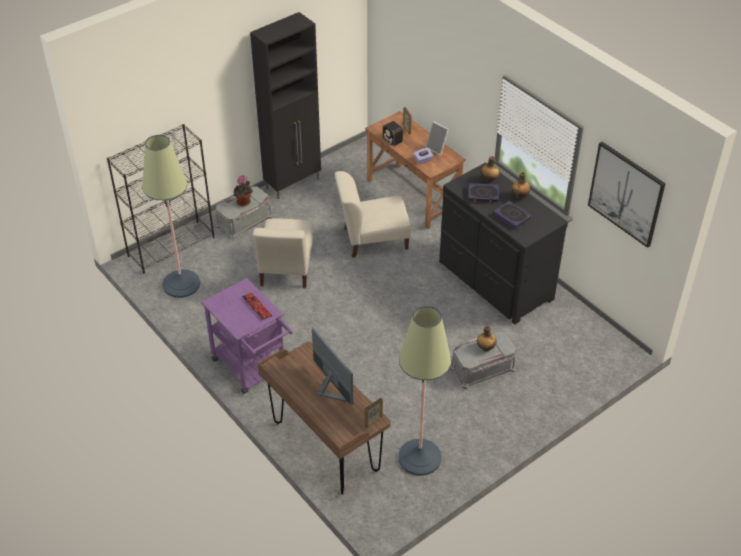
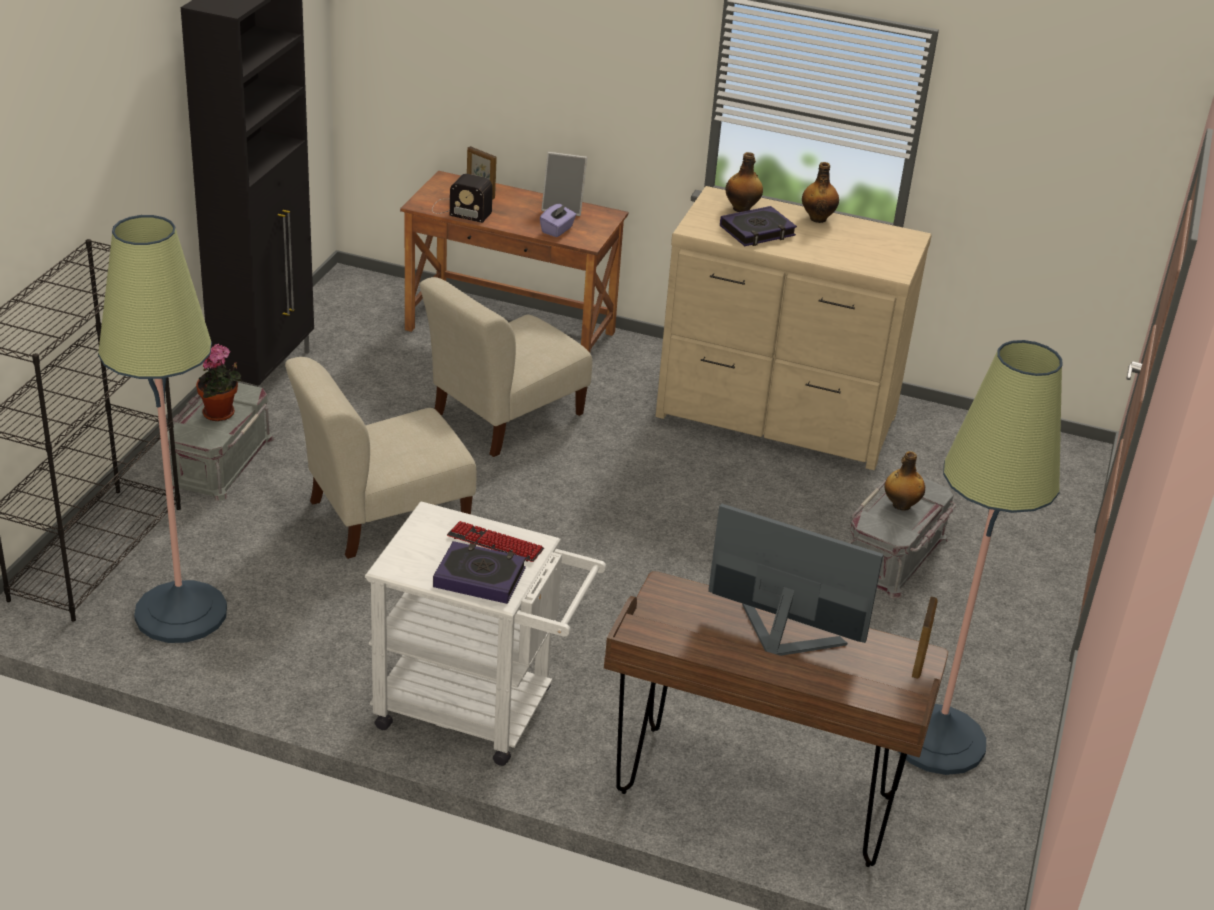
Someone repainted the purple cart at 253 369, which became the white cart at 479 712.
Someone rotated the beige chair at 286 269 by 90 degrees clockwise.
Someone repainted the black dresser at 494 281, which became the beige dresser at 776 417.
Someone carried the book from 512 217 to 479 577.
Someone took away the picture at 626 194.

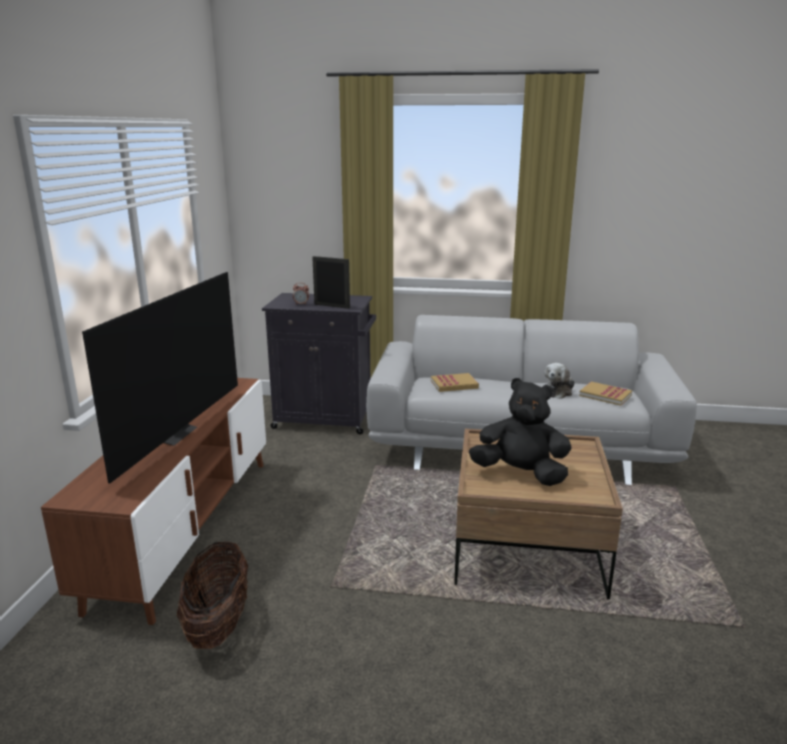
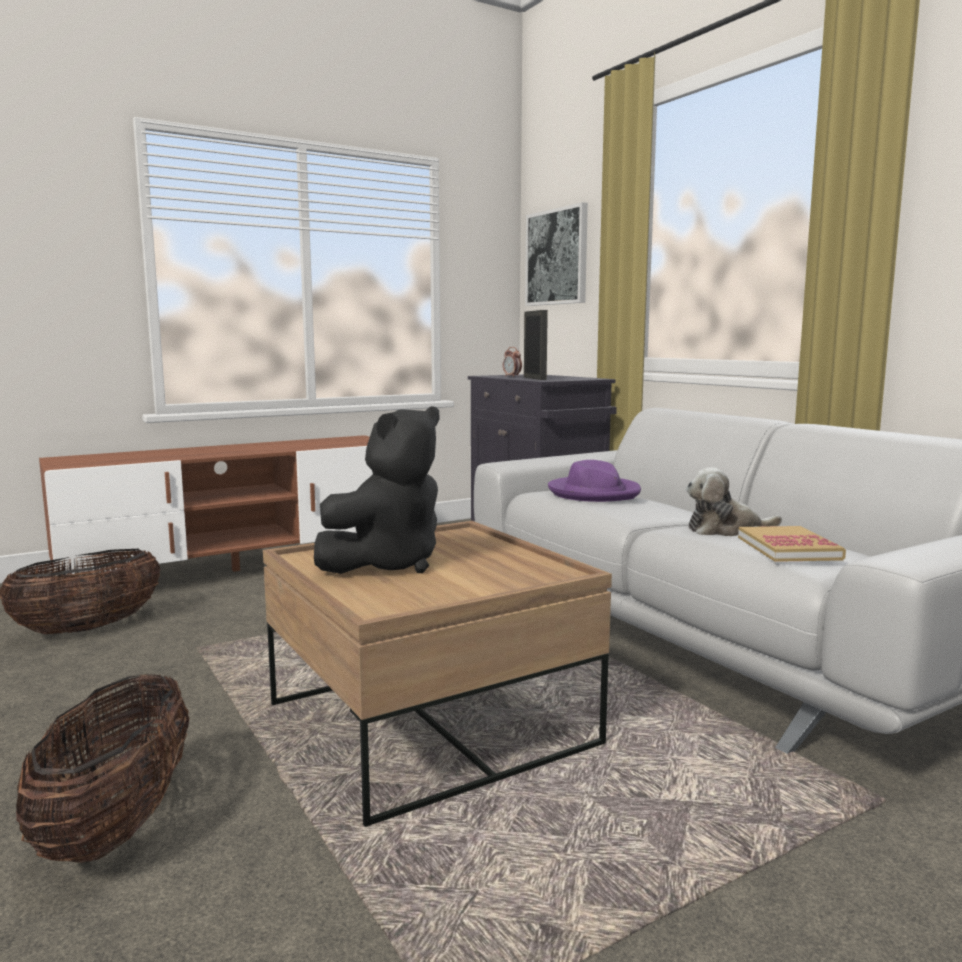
Someone took away the television at 173 434.
Someone swapped the book at 454 384 for the purple hat at 594 493.
Someone rotated the black plush toy at 520 474 by 60 degrees clockwise.
Someone put down the basket at 117 825.
Someone put up the picture at 557 257.

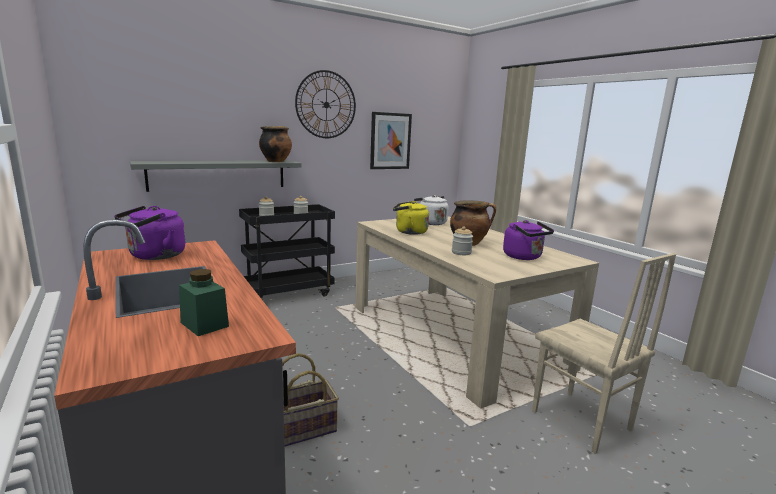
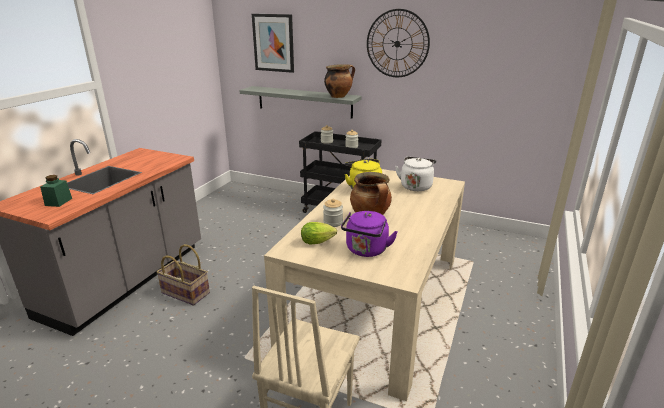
Someone took away the purple kettle at 154 256.
Someone carried the picture from 390 141 to 273 43.
Someone put down the lettuce at 319 242.

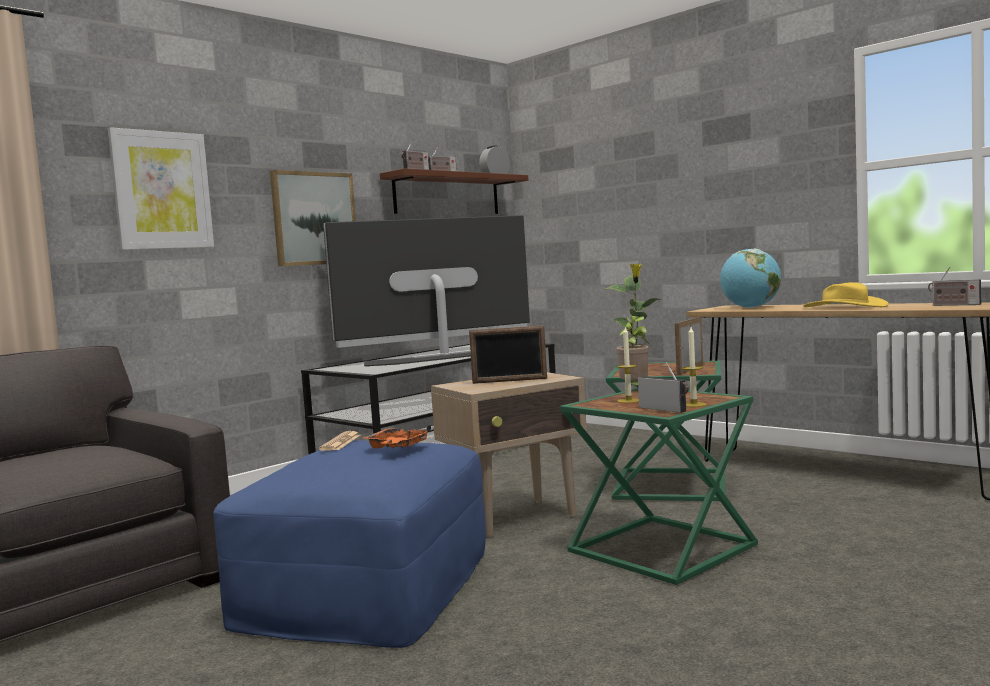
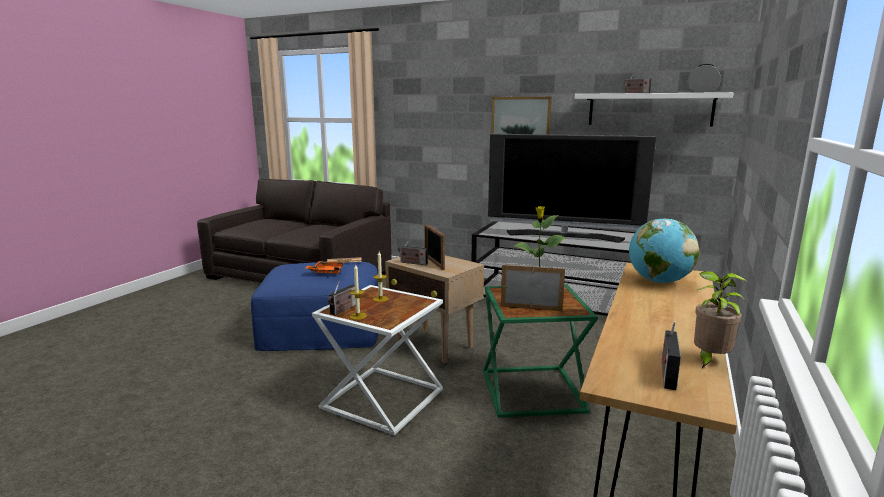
Someone took away the picture at 162 190.
Someone rotated the television at 441 357 by 150 degrees clockwise.
Someone repainted the brown shelf at 447 195, which became the white shelf at 649 109.
Someone carried the radio from 415 169 to 412 263.
Someone repainted the green side table at 658 549, which became the white side table at 382 398.
Someone carried the potted plant from 635 390 to 709 360.
Someone took away the yellow hat at 845 307.

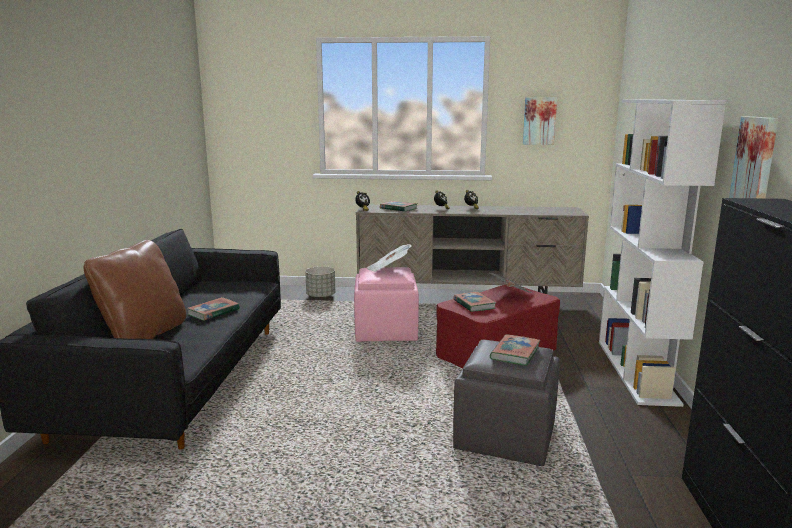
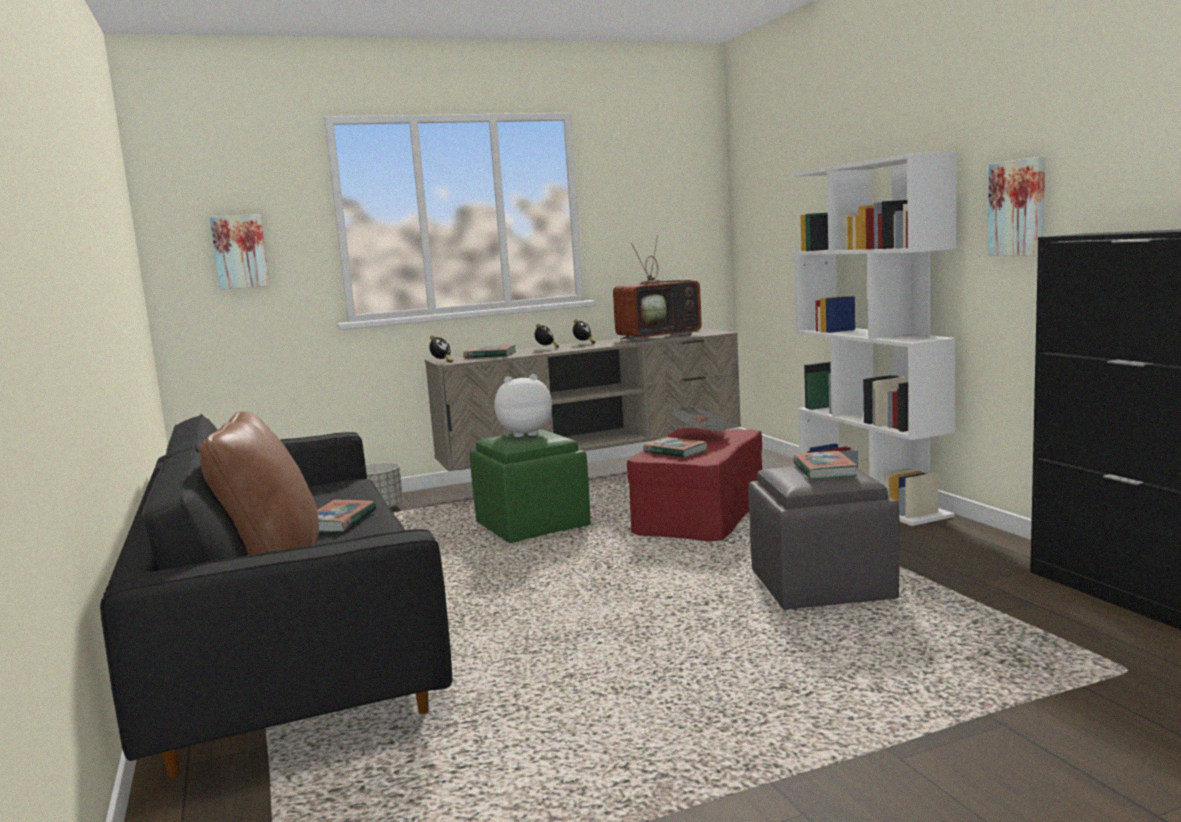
Someone repainted the pink ottoman at 386 331, which became the green ottoman at 533 526.
Someone swapped the newspaper at 388 269 for the plush toy at 525 434.
Someone carried the picture from 539 121 to 240 252.
Someone put down the television at 659 337.

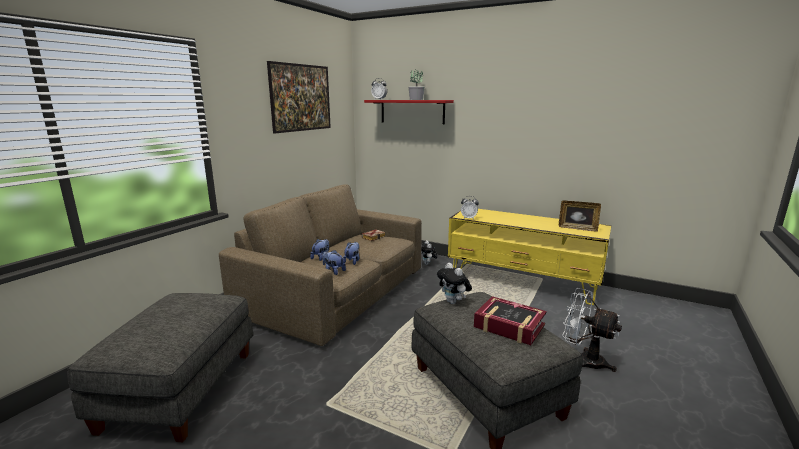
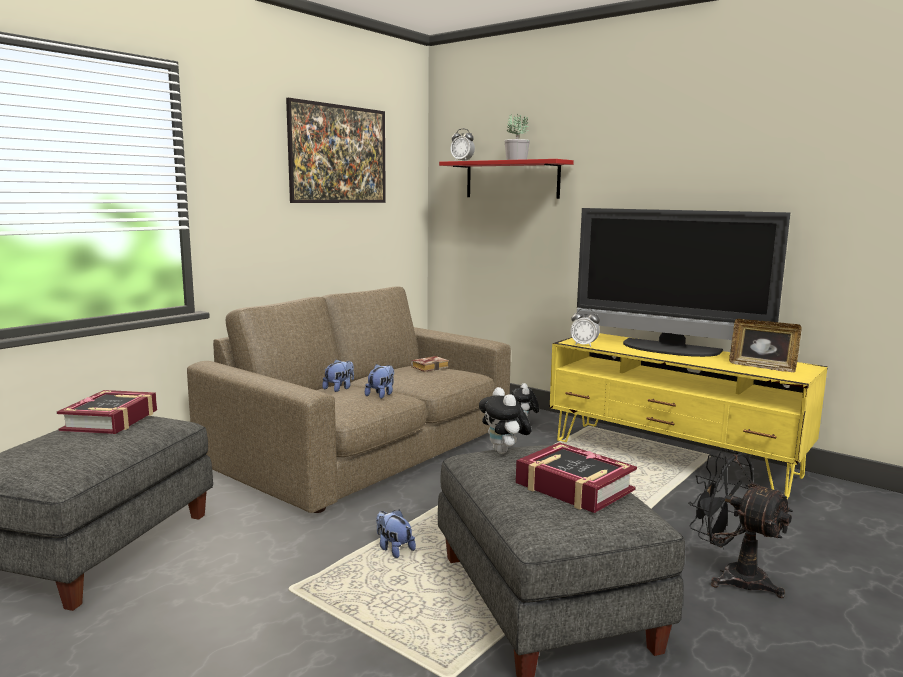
Someone carried the plush toy from 333 271 to 393 549.
Someone repainted the white fan at 584 360, which became the black fan at 732 576.
Someone put down the book at 111 420.
Someone put down the television at 669 349.

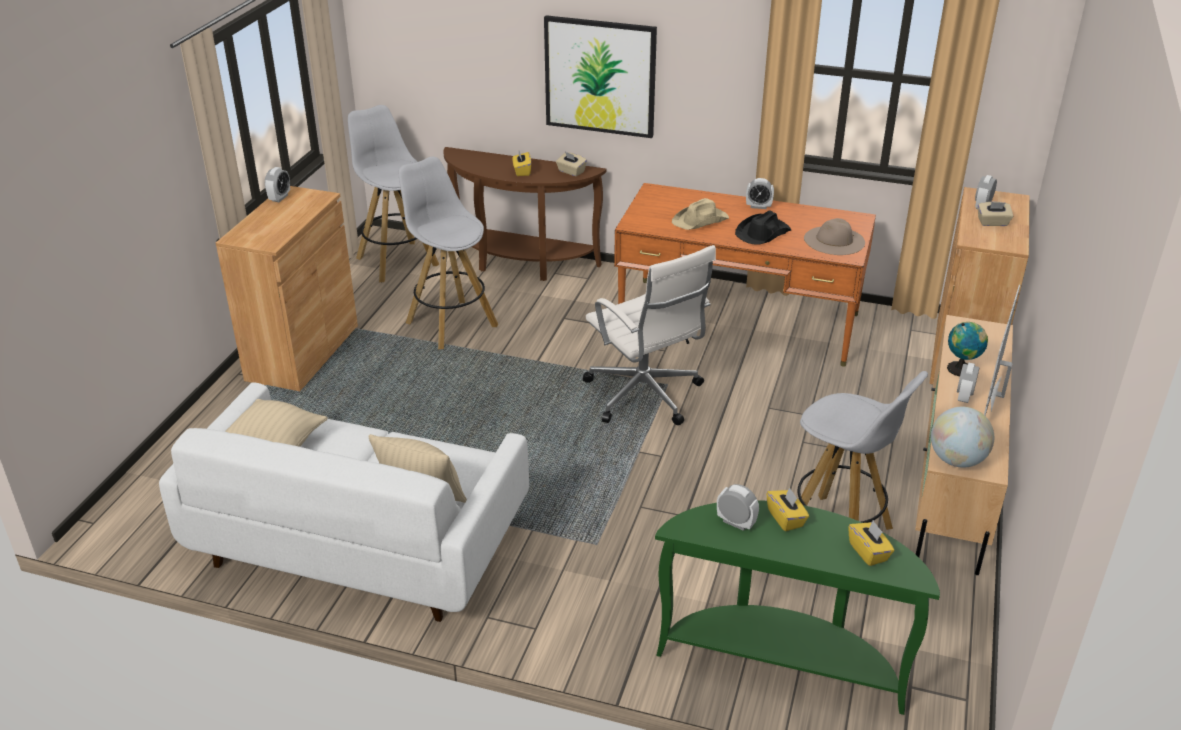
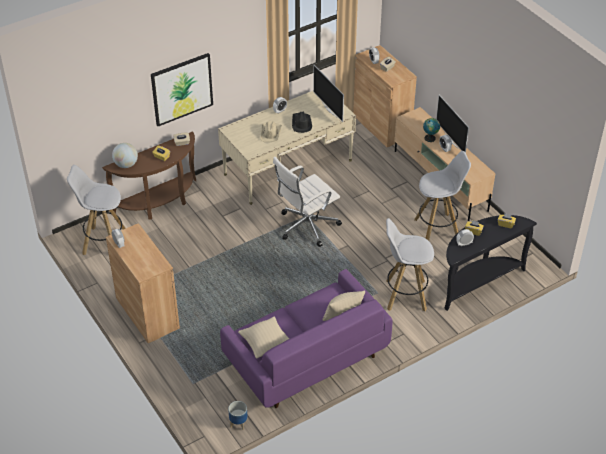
Someone repainted the white sofa at 358 541, which became the purple sofa at 306 358.
Someone carried the white stool from 450 323 to 405 295.
Someone rotated the white office chair at 645 396 by 135 degrees clockwise.
Someone repainted the orange desk at 738 321, which became the beige desk at 288 167.
Someone repainted the green console table at 782 659, which became the black console table at 477 282.
Someone swapped the beige hat at 834 240 for the television at 330 109.
Someone carried the globe from 957 460 to 126 164.
Someone put down the planter at 238 423.

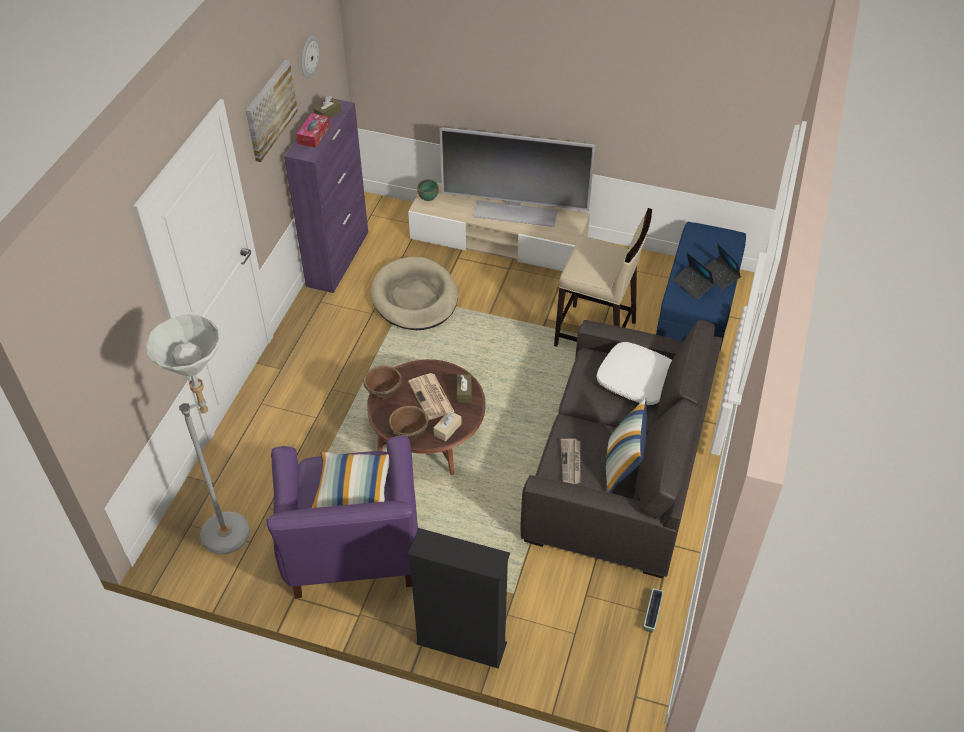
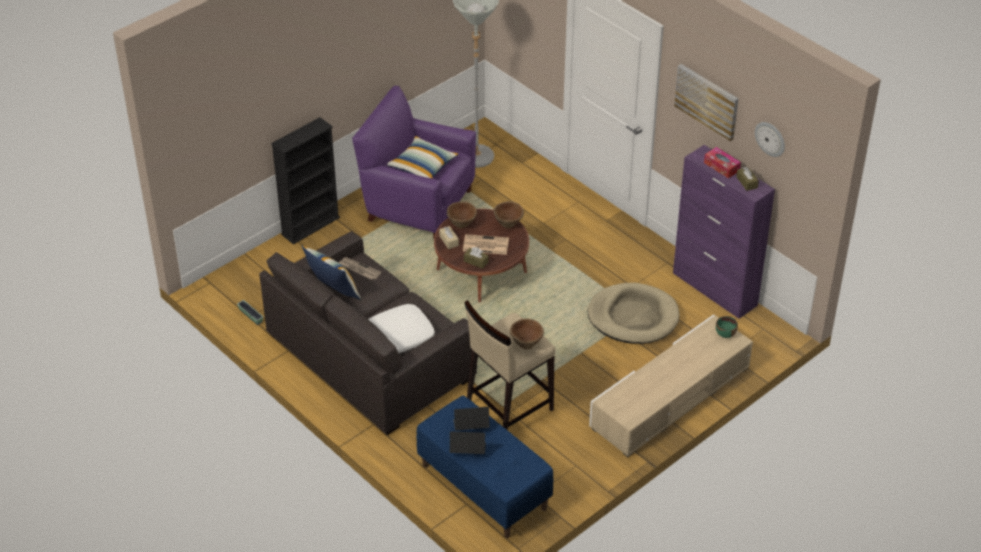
Someone took away the television at 515 212.
Someone put down the brown bowl at 526 343.

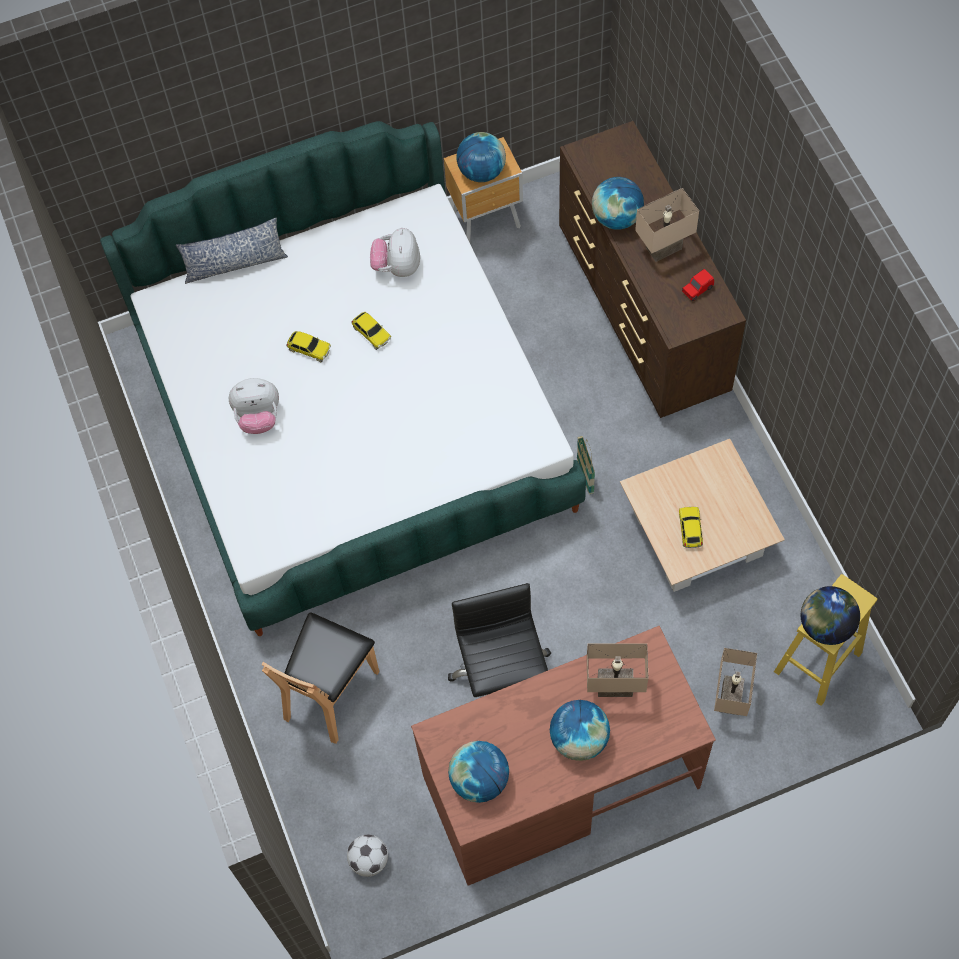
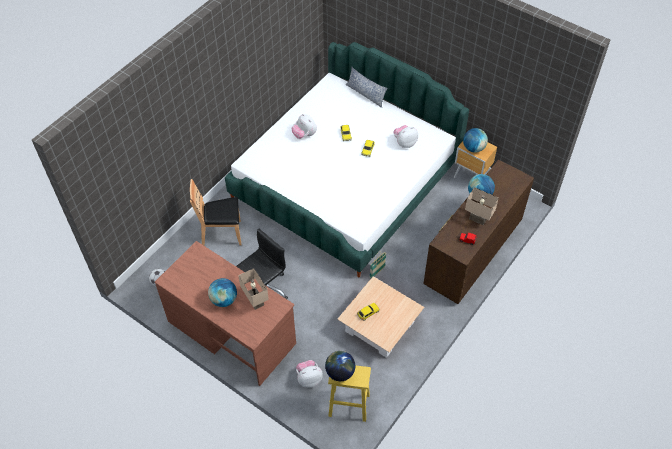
Someone took away the globe at 479 780.
Someone swapped the beige table lamp at 732 699 for the plush toy at 309 379.

